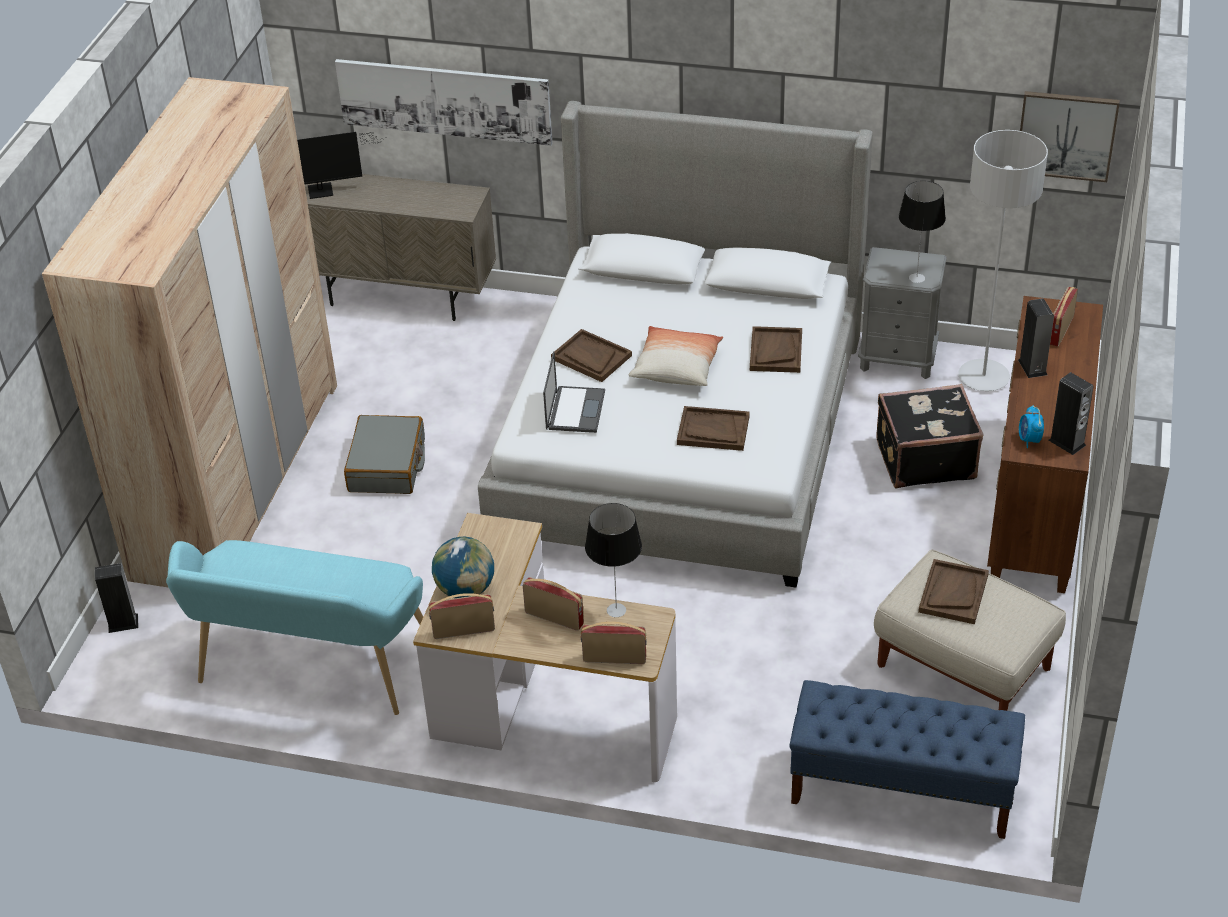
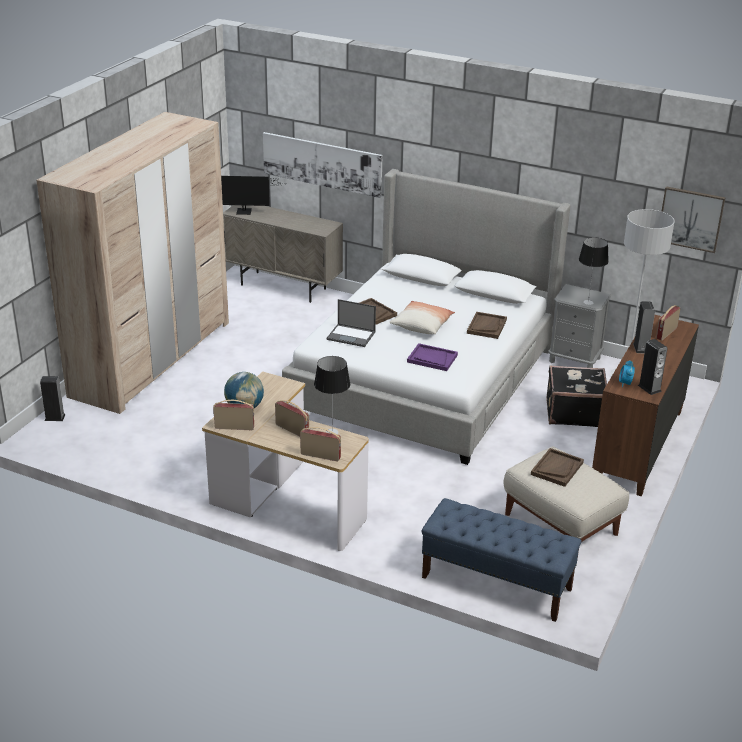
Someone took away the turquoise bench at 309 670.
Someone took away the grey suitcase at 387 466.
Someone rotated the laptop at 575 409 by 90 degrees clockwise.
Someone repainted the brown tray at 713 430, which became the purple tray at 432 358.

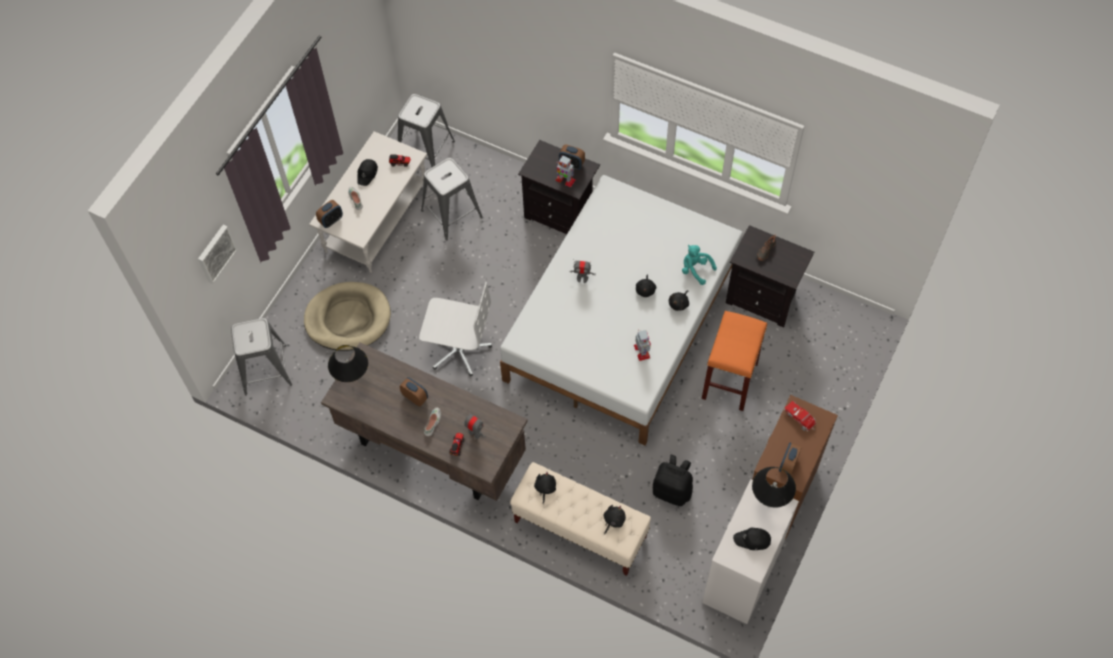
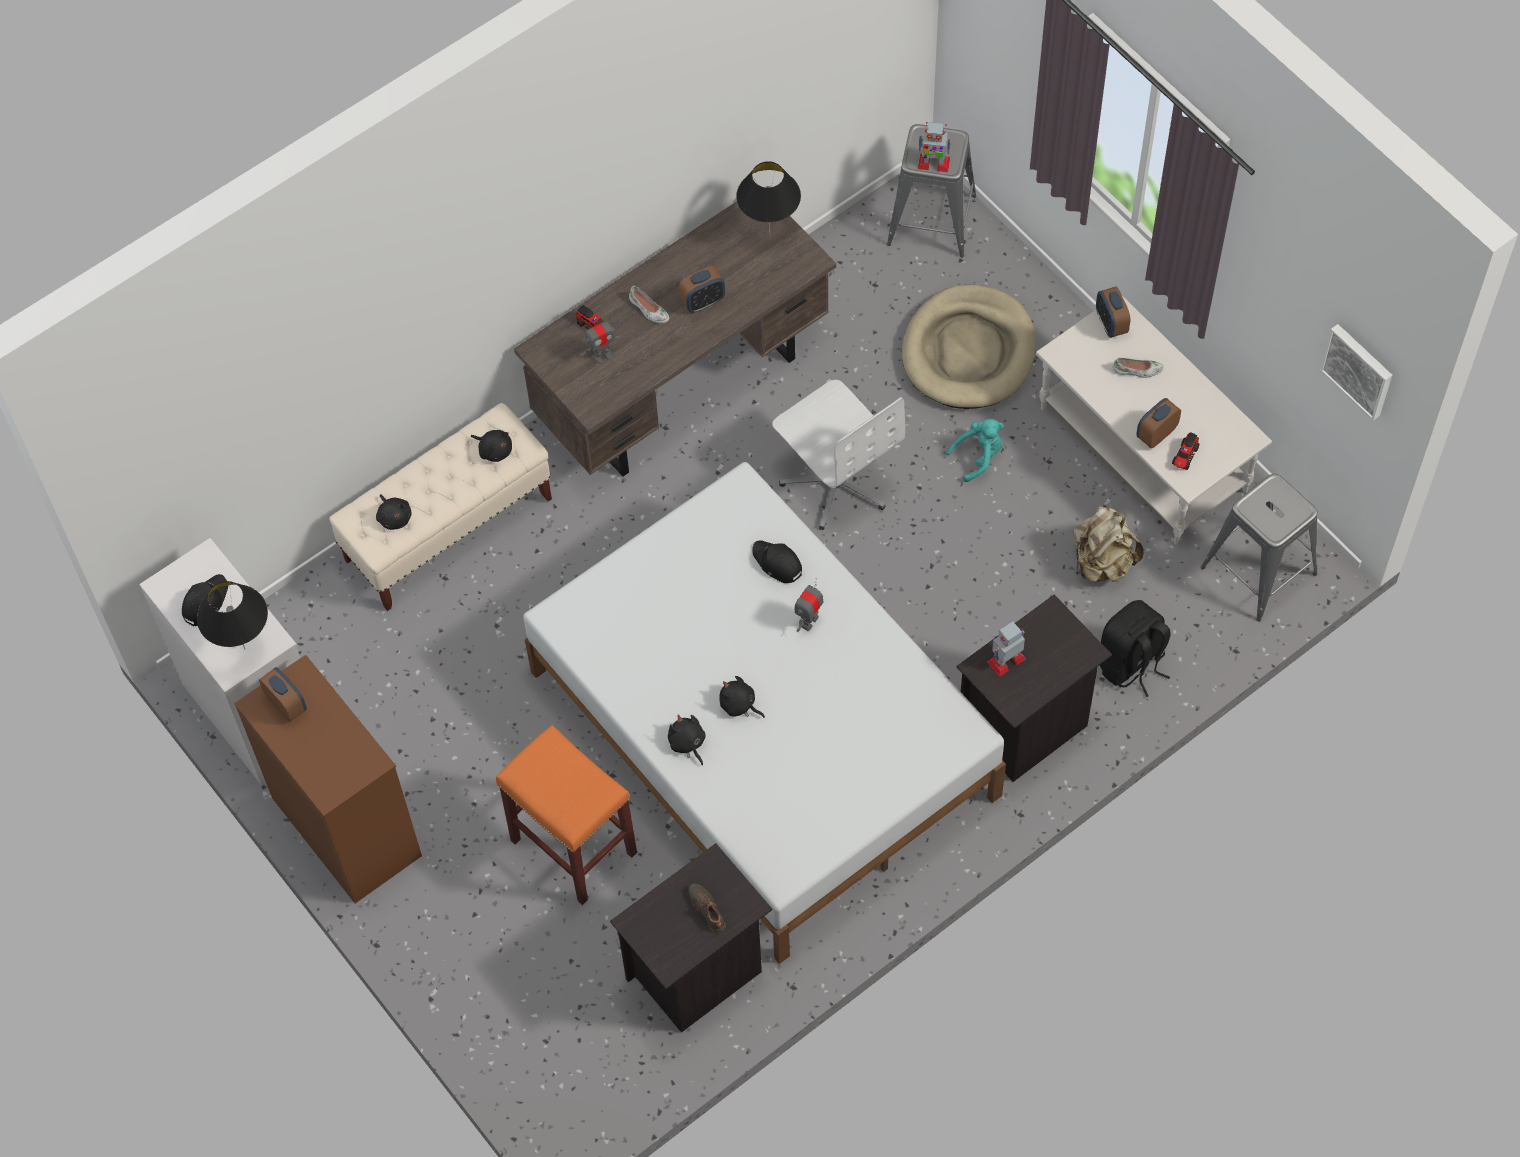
Someone carried the picture from 215 253 to 1359 370.
Someone carried the black cap from 367 174 to 777 563.
Someone rotated the white office chair at 459 349 by 75 degrees counterclockwise.
Someone swapped the grey stool at 451 214 for the beige backpack at 1102 562.
Someone carried the alarm clock from 571 164 to 1156 434.
Someone carried the toy robot from 642 351 to 933 163.
Someone carried the black backpack from 672 490 to 1131 664.
Someone carried the turquoise plush toy from 695 269 to 978 456.
Someone took away the toy truck at 800 419.

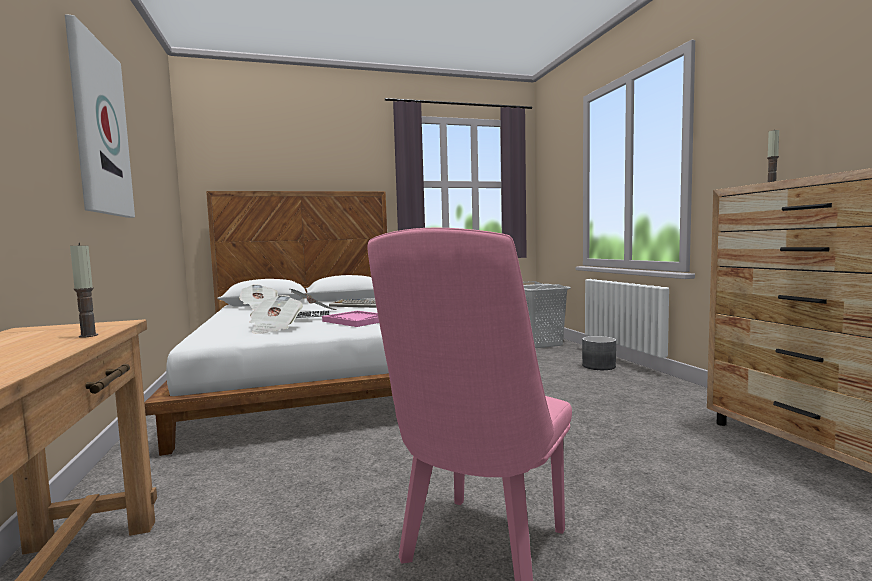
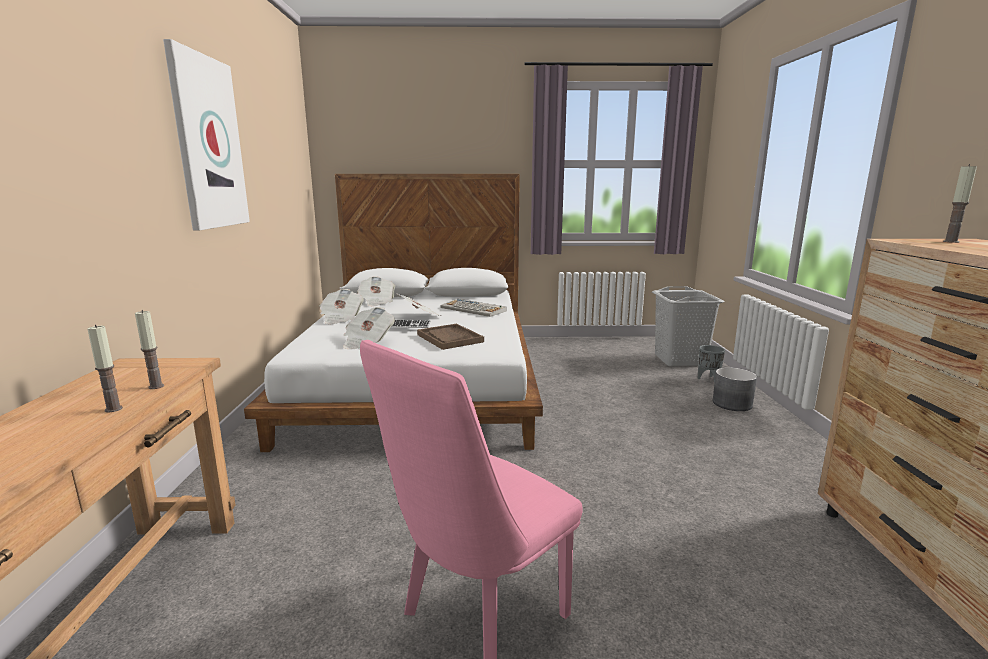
Someone repainted the pink tray at 356 321, which became the brown tray at 449 338.
Someone put down the candle at 113 409.
Someone put down the newspaper at 341 318.
Someone put down the grey planter at 708 379.

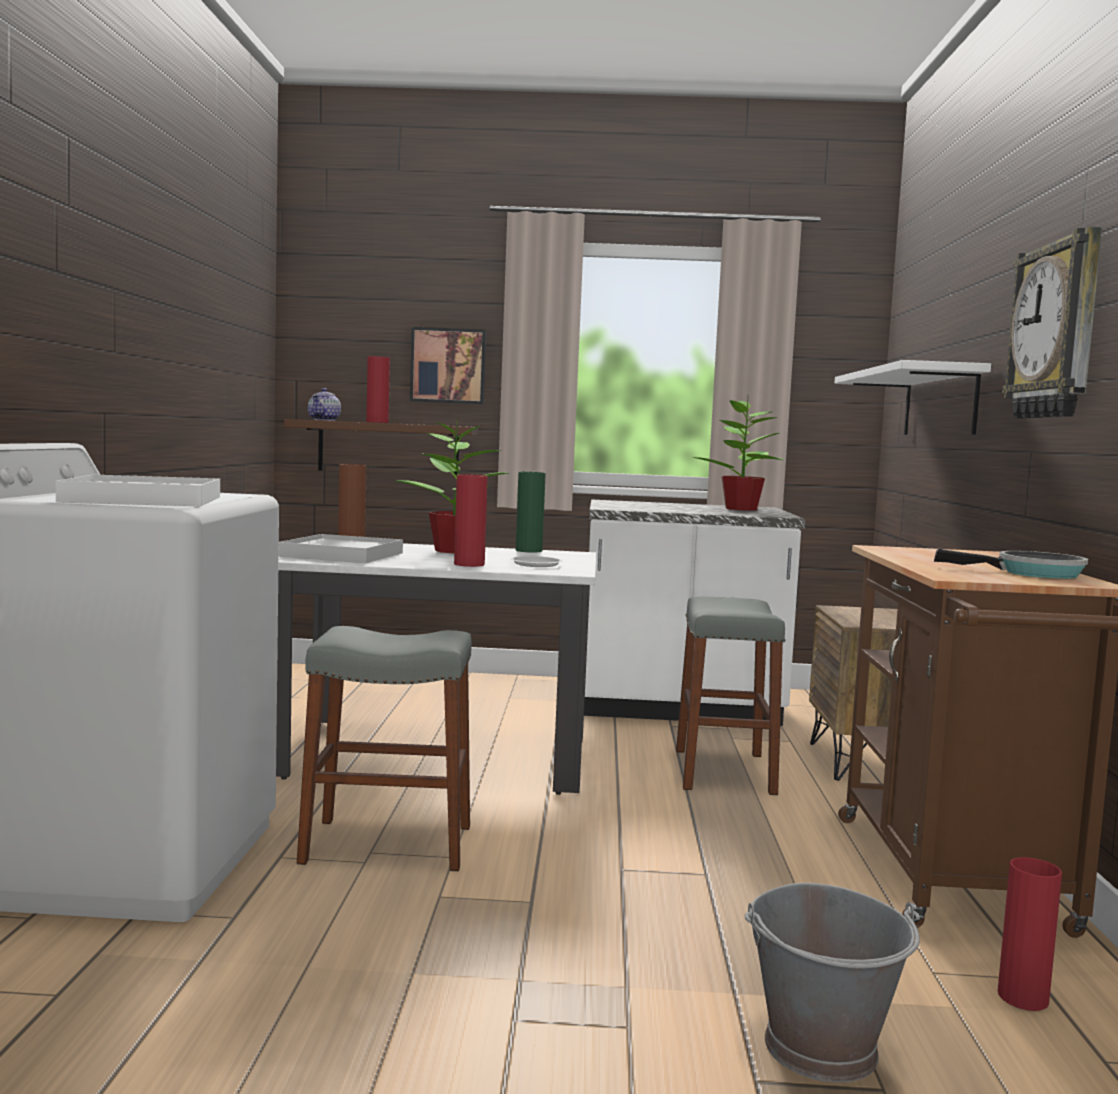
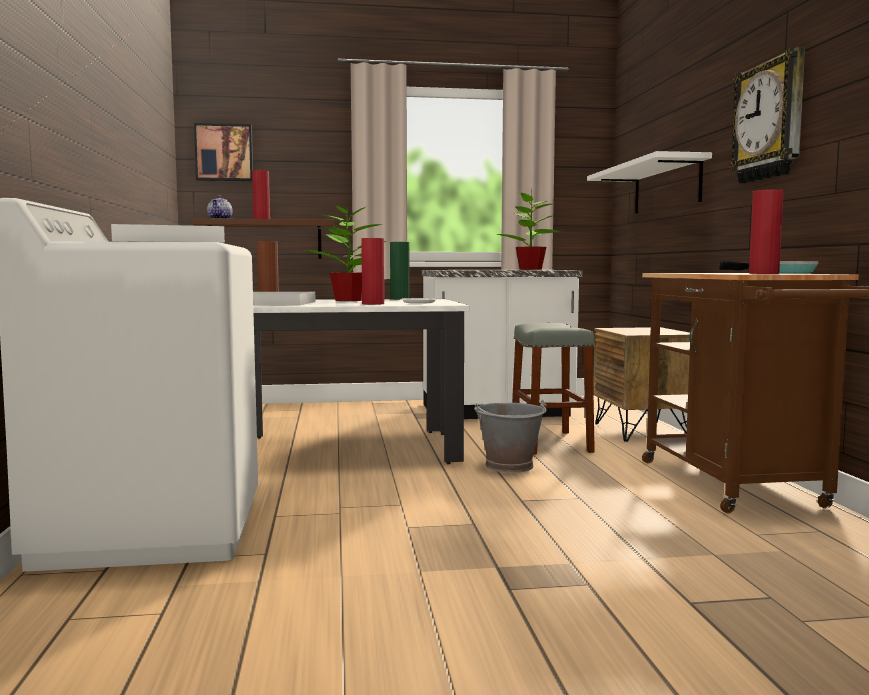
Someone took away the grey stool at 387 844.
Someone carried the picture from 448 366 to 224 153.
Someone carried the grey bucket from 822 1048 to 510 466.
Someone carried the red vase from 1022 998 to 763 273.

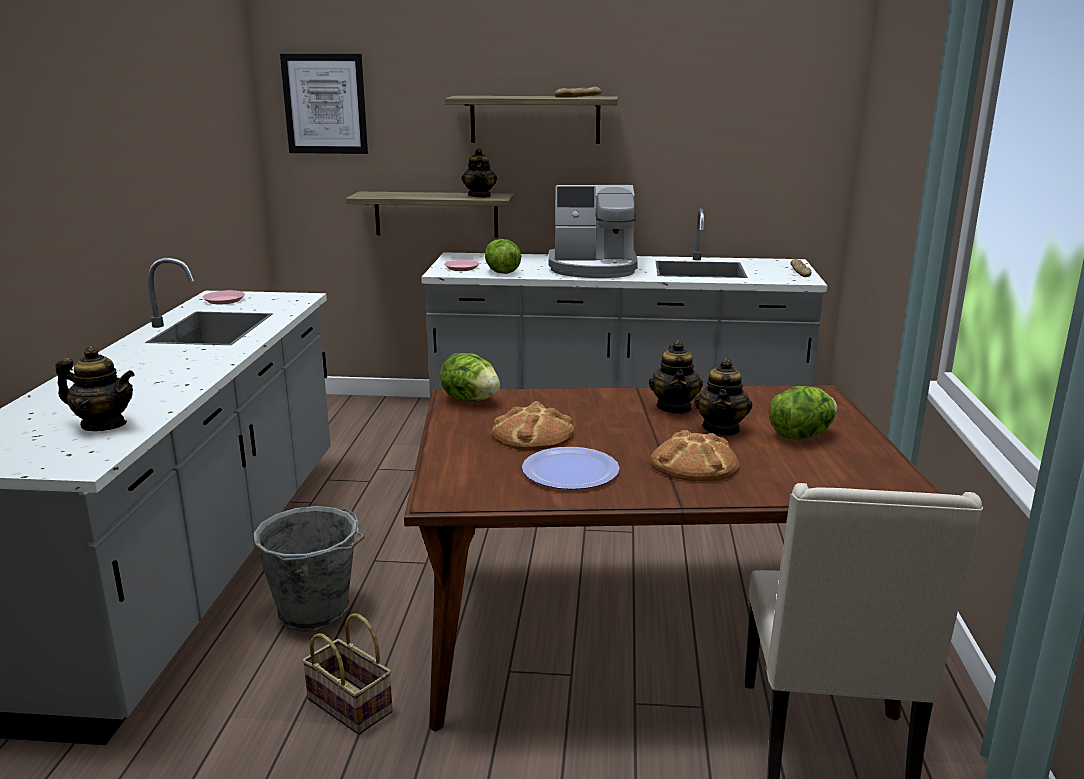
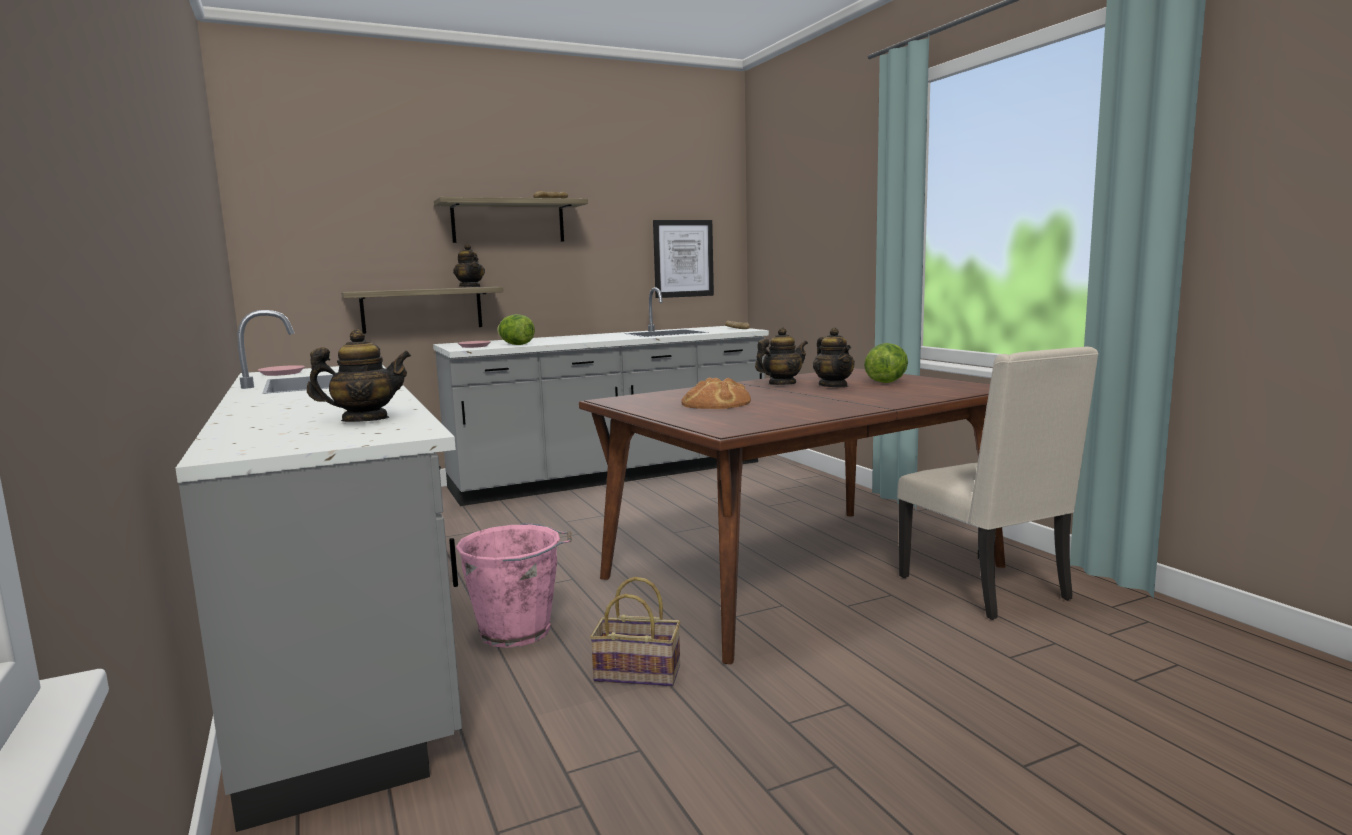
Someone repainted the grey bucket at 317 613, which became the pink bucket at 518 631.
Someone carried the picture from 325 104 to 683 258.
Someone took away the lettuce at 470 400.
Someone took away the plate at 570 471.
Someone took away the coffee machine at 593 268.
Someone rotated the teapot at 675 408 by 90 degrees counterclockwise.
Someone took away the bread at 694 464.

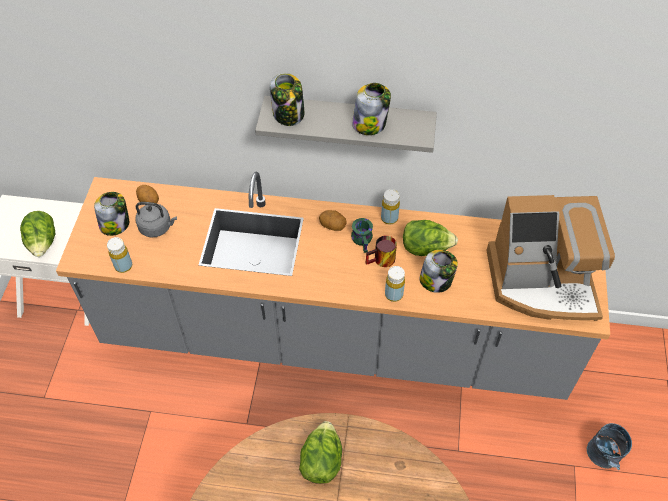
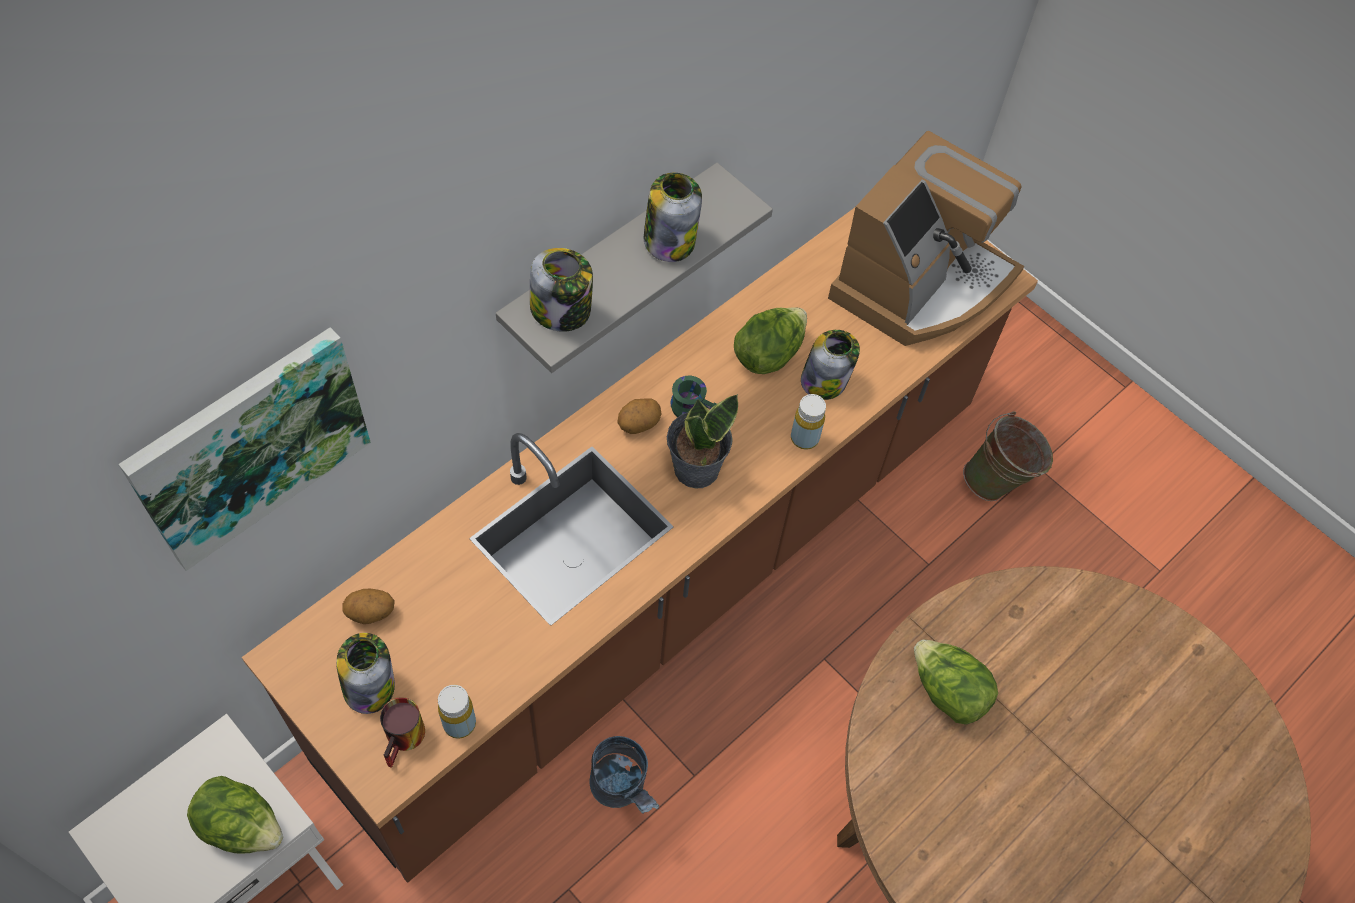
Someone repainted the grey counter at 334 340, which became the brown counter at 665 580.
Someone took away the grey kettle at 157 227.
Someone carried the mug from 382 261 to 406 740.
Someone took away the yellow bottle at 389 218.
Someone carried the grey bucket from 602 458 to 622 790.
Someone put up the picture at 250 445.
Someone put down the potted plant at 695 468.
Someone put down the green bucket at 998 482.

